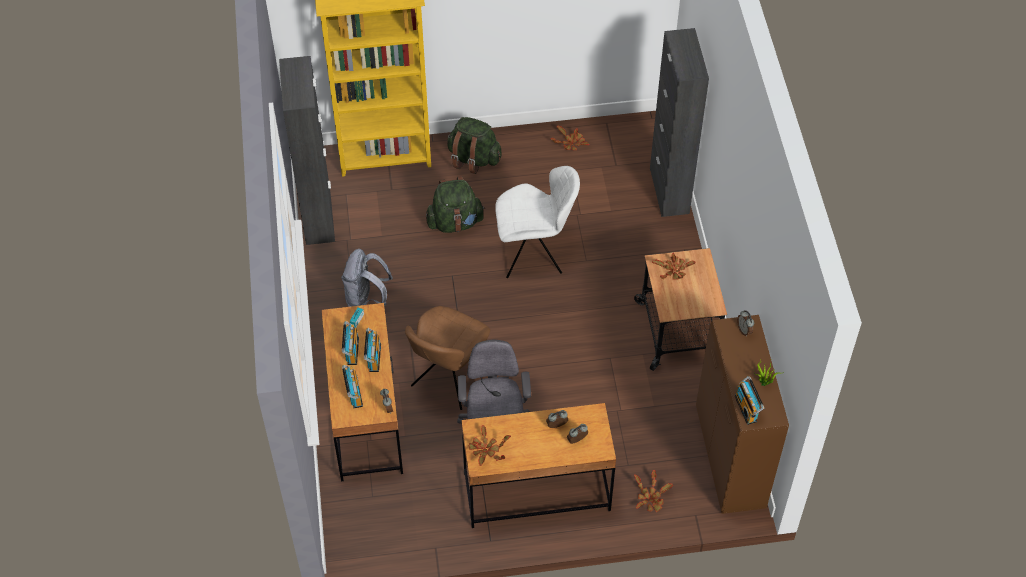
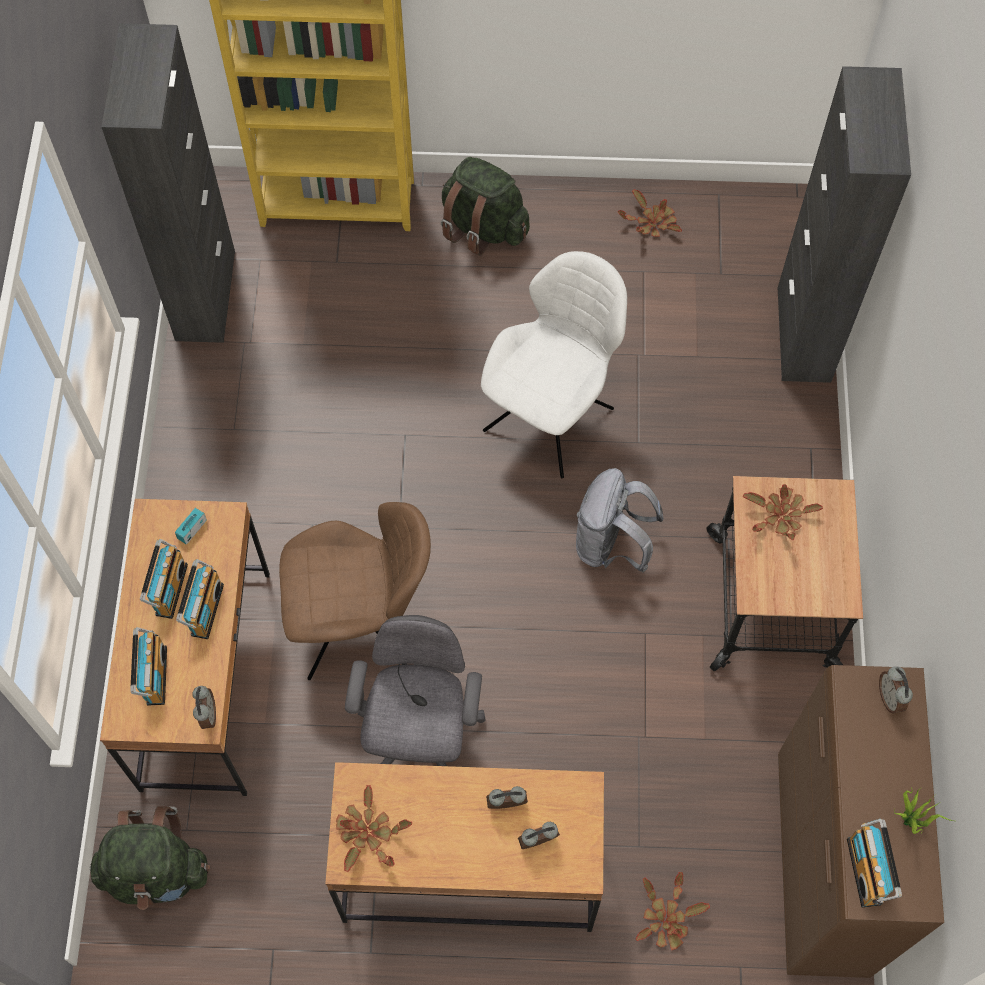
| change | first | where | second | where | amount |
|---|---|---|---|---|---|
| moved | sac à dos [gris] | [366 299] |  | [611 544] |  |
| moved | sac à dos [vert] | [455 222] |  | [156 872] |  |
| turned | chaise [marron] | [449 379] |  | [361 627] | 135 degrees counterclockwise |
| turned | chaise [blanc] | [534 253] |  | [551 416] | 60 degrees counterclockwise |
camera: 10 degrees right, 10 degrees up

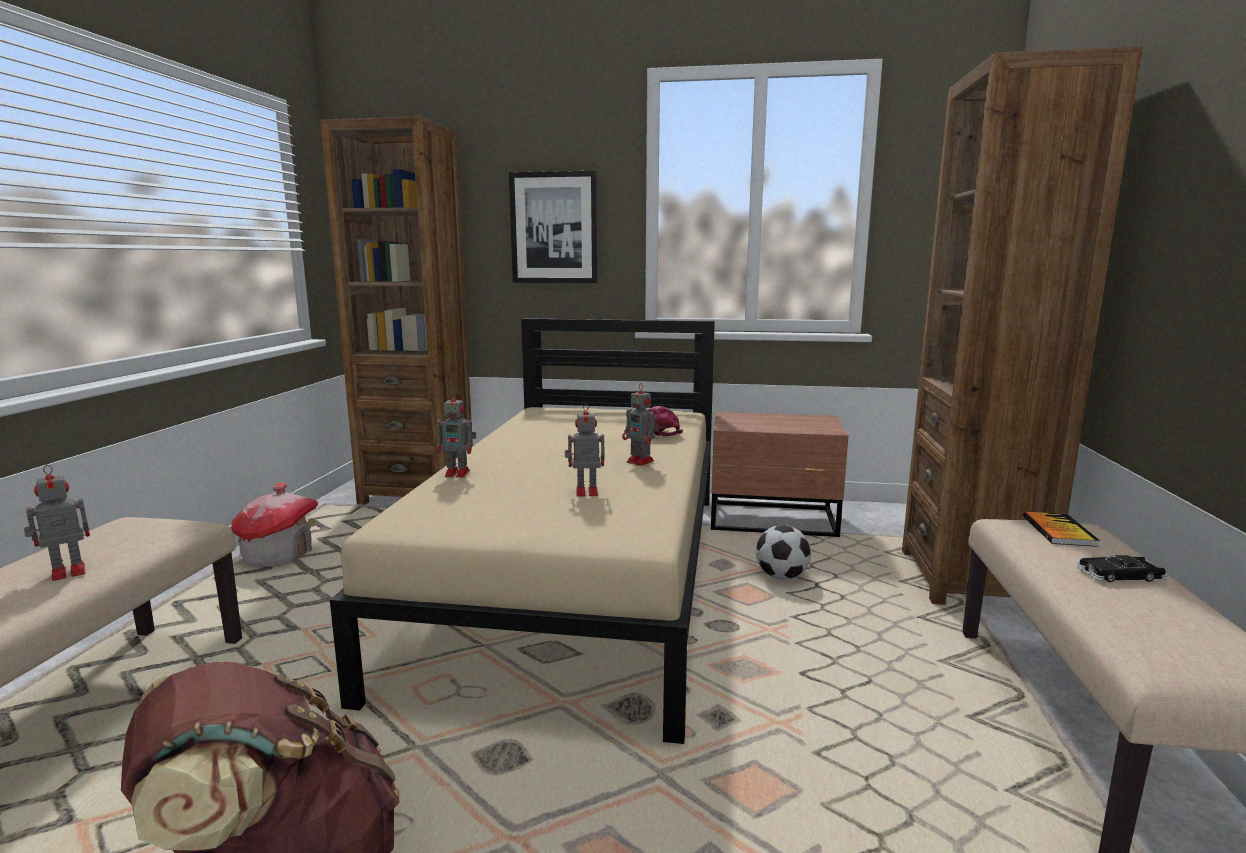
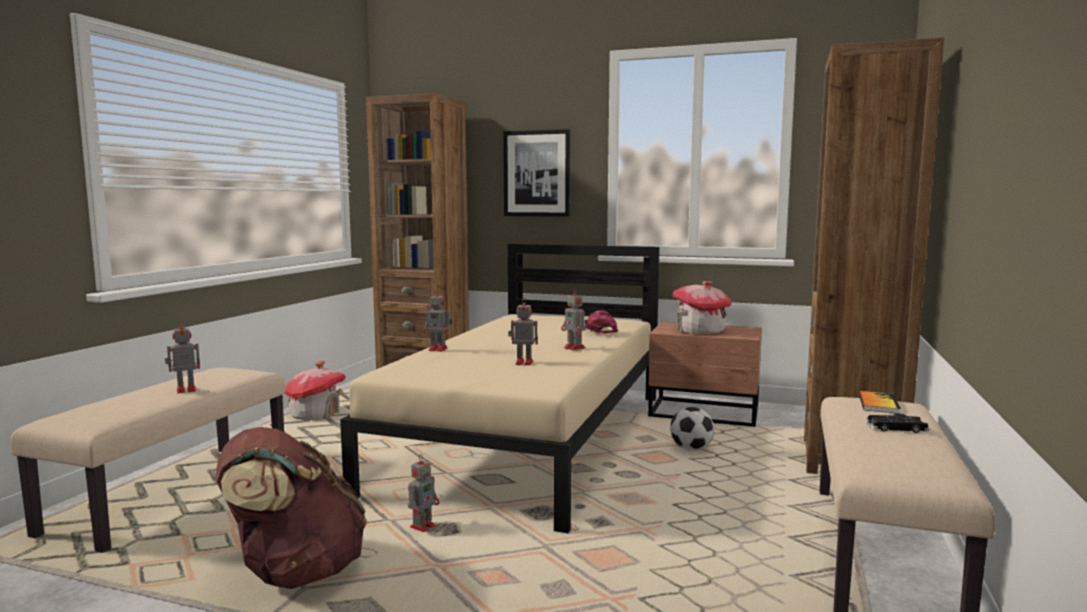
| change | first | where | second | where | amount |
|---|---|---|---|---|---|
| added |  |  | robot jouet | [423 527] |  |
| added |  |  | maison miniature | [700 331] |  |
camera: 10 degrees right, 5 degrees down

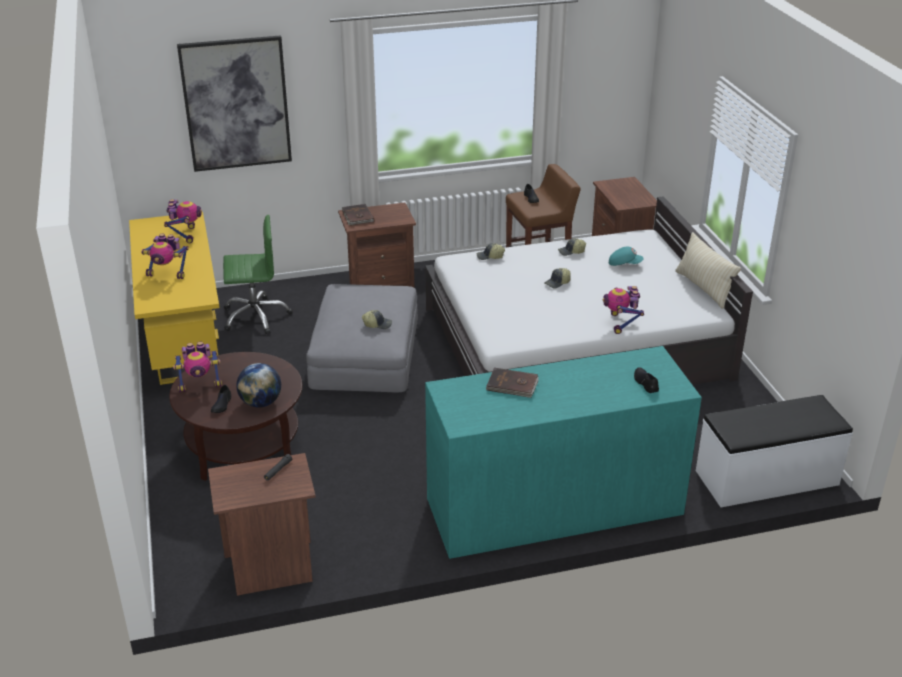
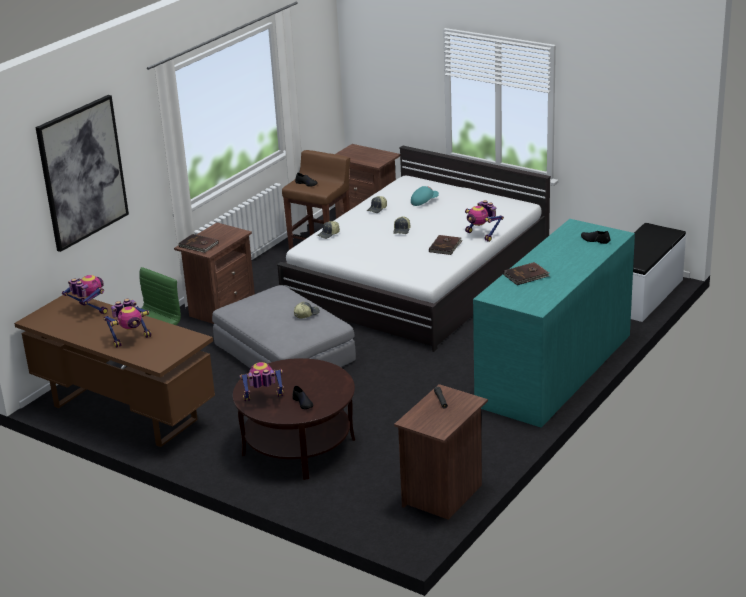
| change | first | where | second | where | amount |
|---|---|---|---|---|---|
| removed | globe | [261 403] |  |  |  |
| removed | coussin [beige] | [703 288] |  |  |  |
| added |  |  | livre [marron] | [445 246] |  |
| recoloured | bureau [jaune] | [183 341] | bureau [marron] | [124 414] |  |
| turned | robot jouet | [200 385] |  | [263 401] | 135 degrees counterclockwise |
camera: 40 degrees left, 5 degrees down

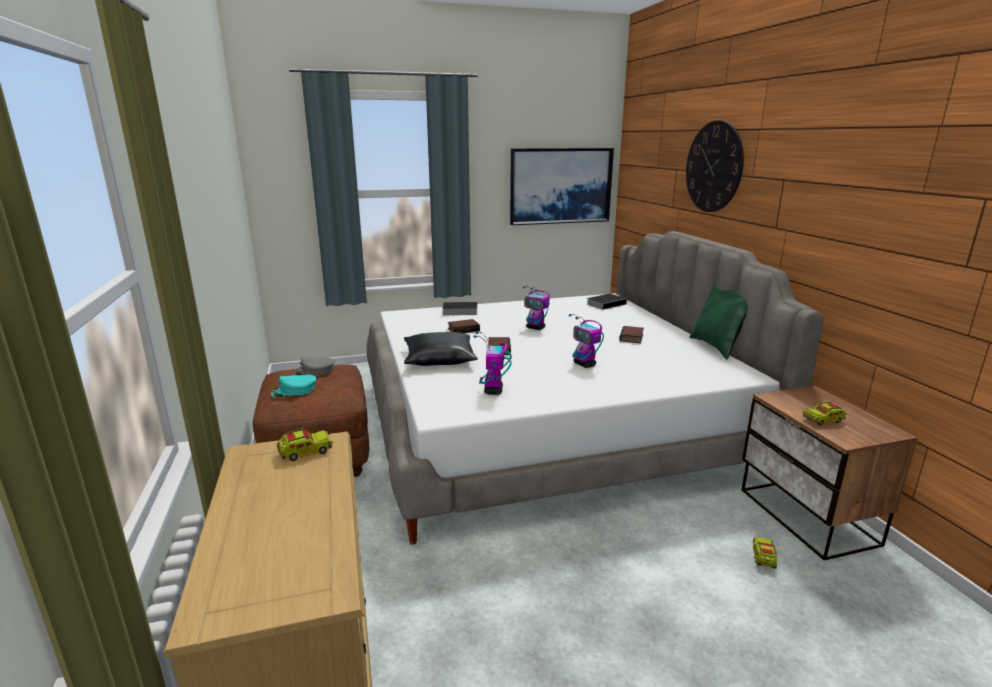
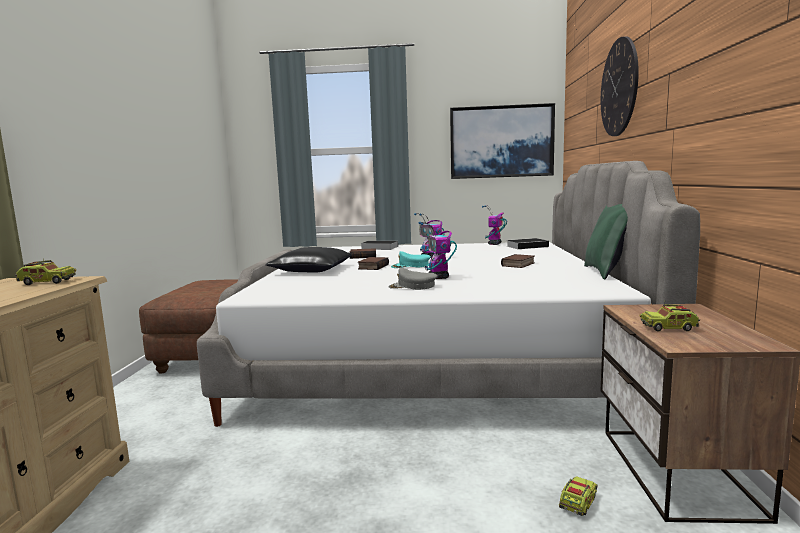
| change | first | where | second | where | amount |
|---|---|---|---|---|---|
| moved | casquette [turquoise] | [294 390] |  | [411 266] |  |
| moved | casquette [gris] | [314 371] |  | [412 286] |  |
| moved | robot jouet | [493 391] |  | [494 244] |  |
camera: 20 degrees right, 10 degrees down

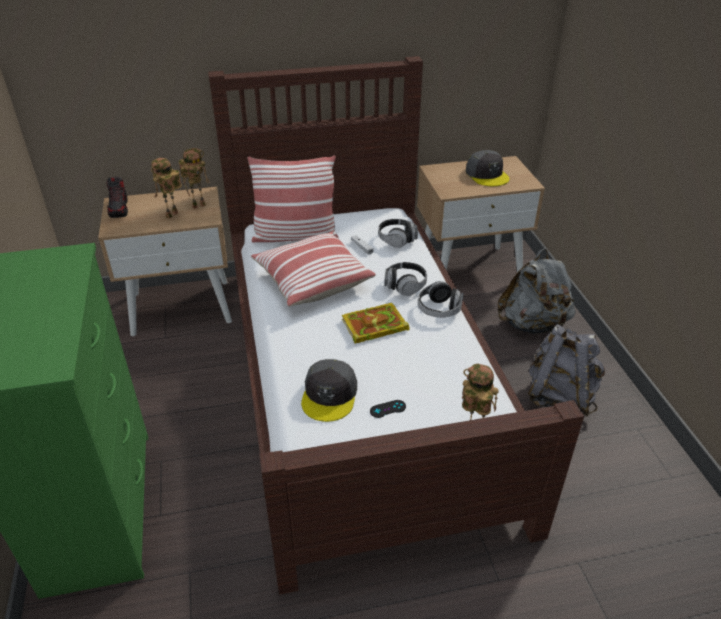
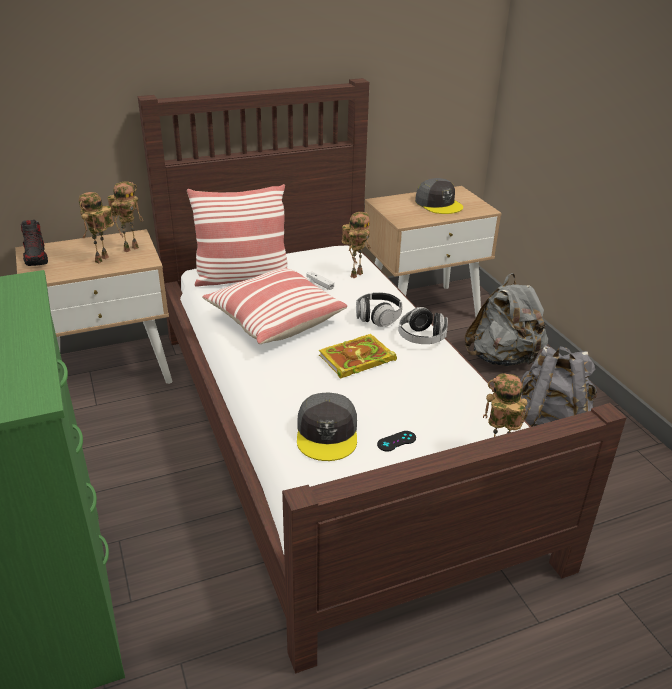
| change | first | where | second | where | amount |
|---|---|---|---|---|---|
| replaced | casque audio | [397 239] | robot jouet | [356 274] |  |
camera: 10 degrees left, 5 degrees down

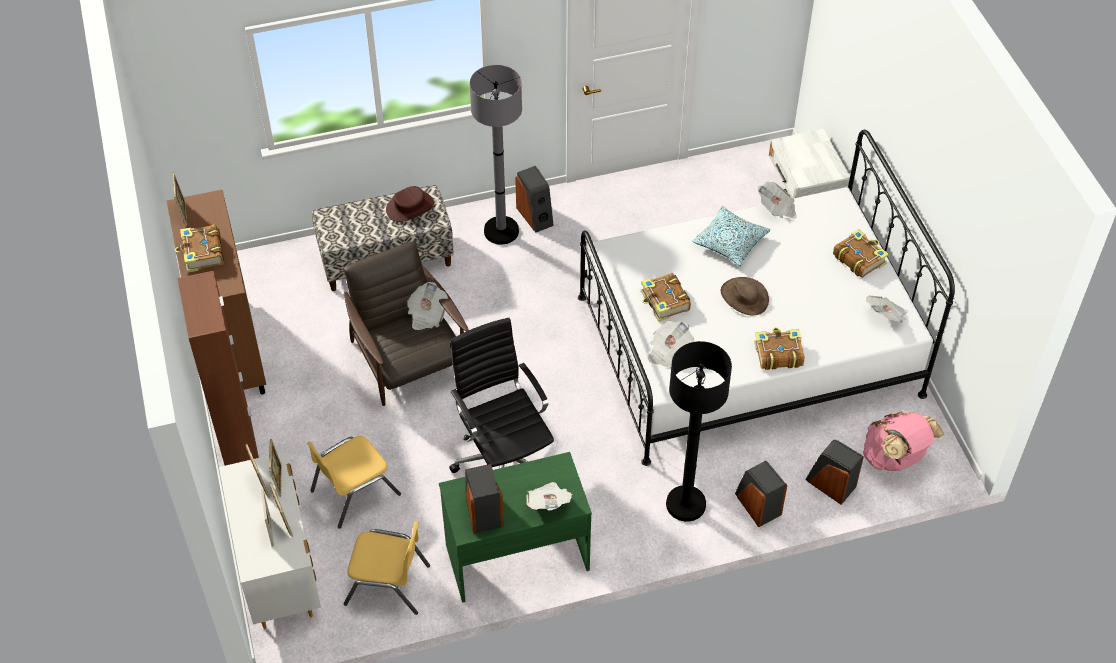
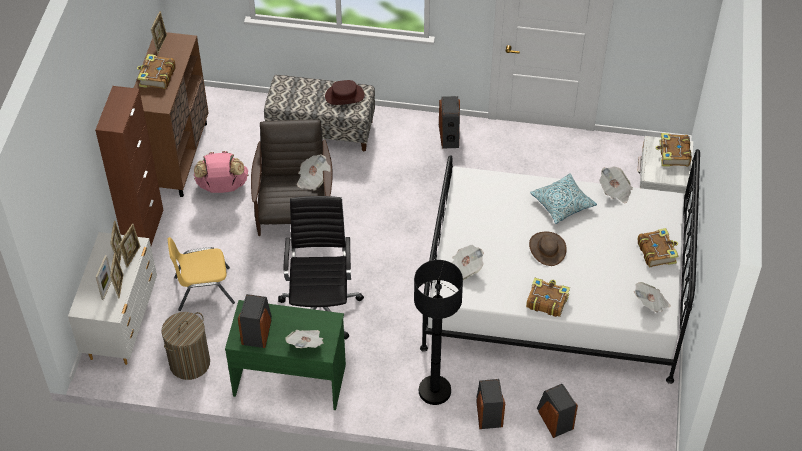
| change | first | where | second | where | amount |
|---|---|---|---|---|---|
| removed | lampadaire [gris] | [501 231] |  |  |  |
| moved | livre | [664 302] |  | [673 154] |  |
| moved | sac à dos [rose] | [894 458] |  | [222 187] |  |
| replaced | chaise [jaune] | [388 584] | panier à linge | [189 363] |  |
camera: 25 degrees right, 0 degrees up

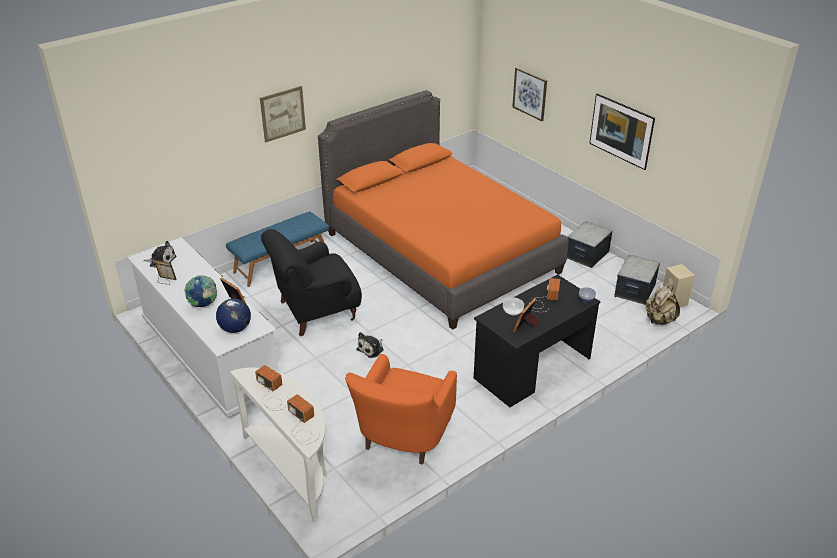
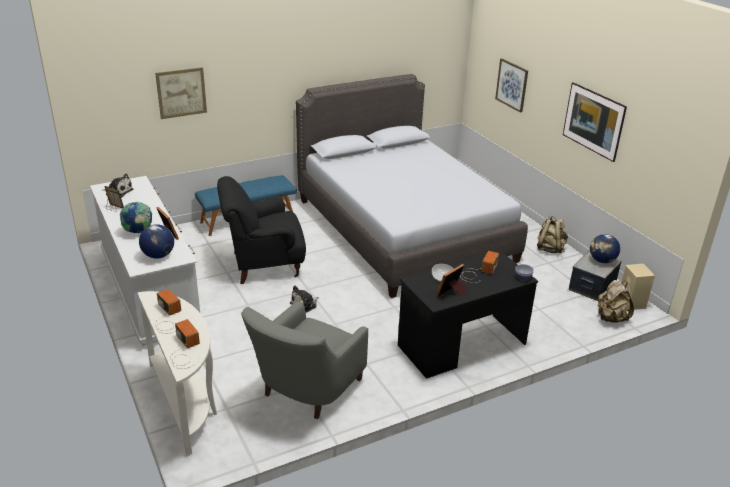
| change | first | where | second | where | amount |
|---|---|---|---|---|---|
| added |  |  | globe | [602 261] |  |
| moved | tableau | [283 113] |  | [181 93] |  |
| replaced | boîte de rangement | [586 255] | sac à dos [beige] | [550 249] |  |
| recoloured | lit [orange] | [440 253] | lit [gris] | [402 230] |  |
| recoloured | fauteuil [orange] | [402 438] | fauteuil [gris] | [305 391] |  |
camera: 10 degrees right, 5 degrees down

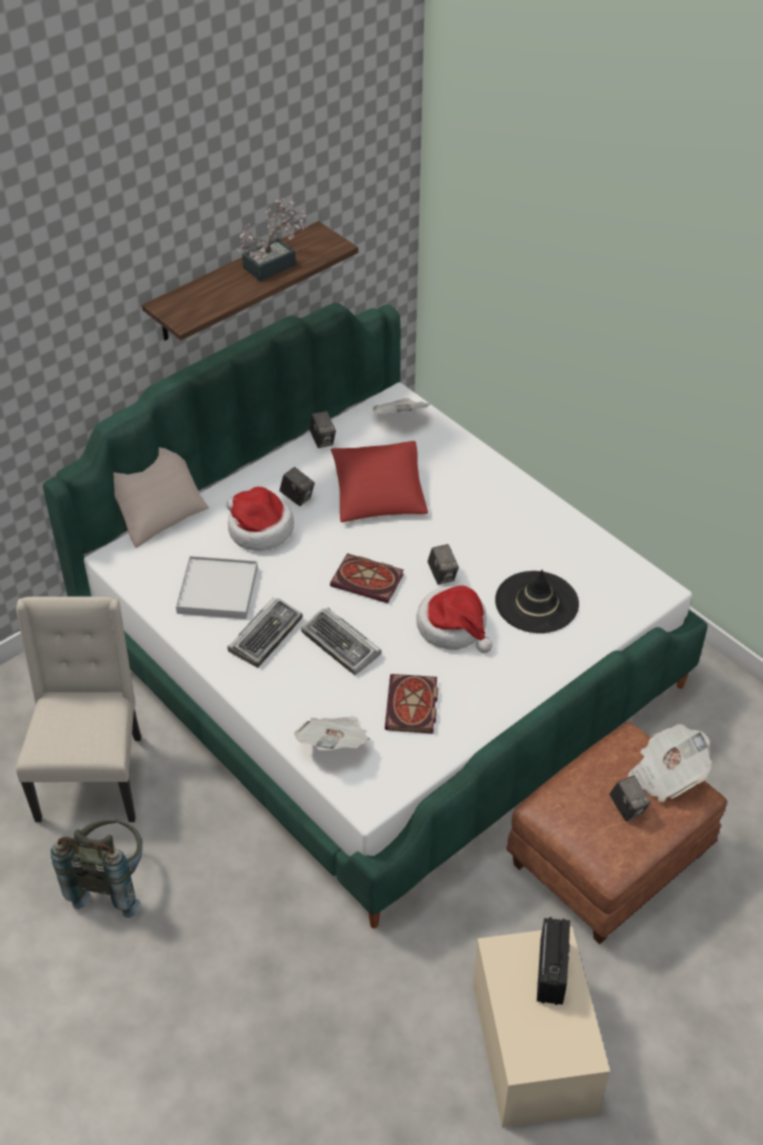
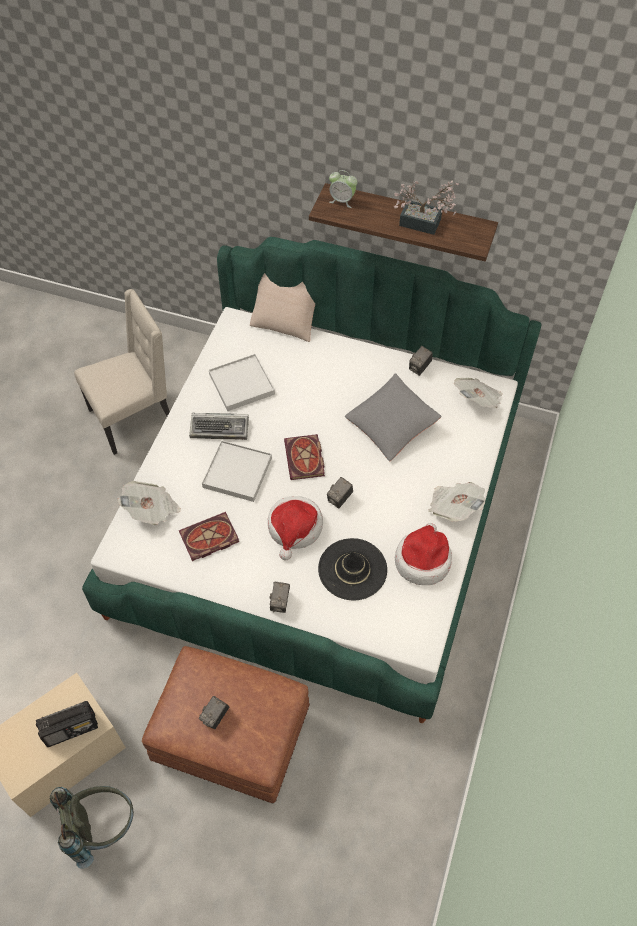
| change | first | where | second | where | amount |
|---|---|---|---|---|---|
| added |  |  | réveil | [342 200] |  |
| moved | sac à dos [gris] | [110 882] |  | [102 827] |  |
| moved | chapeau | [259 529] |  | [422 560] |  |
| moved | appareil photo | [297 497] |  | [280 603] |  |
| moved | journal | [666 775] |  | [454 507] |  |
| replaced | clavier | [342 645] | plateau [blanc] | [237 473] |  |
| recoloured | coussin [rouge] | [378 494] | coussin [gris] | [391 425] |  |
camera: 60 degrees right, 10 degrees up

